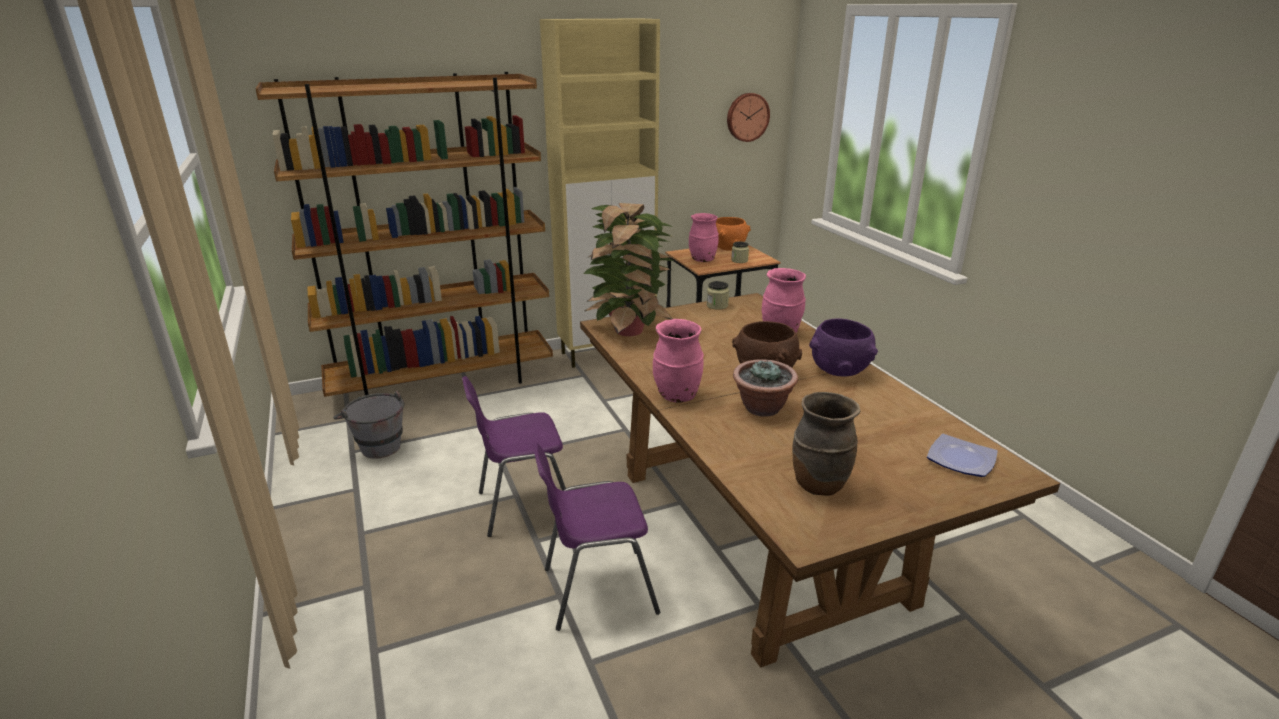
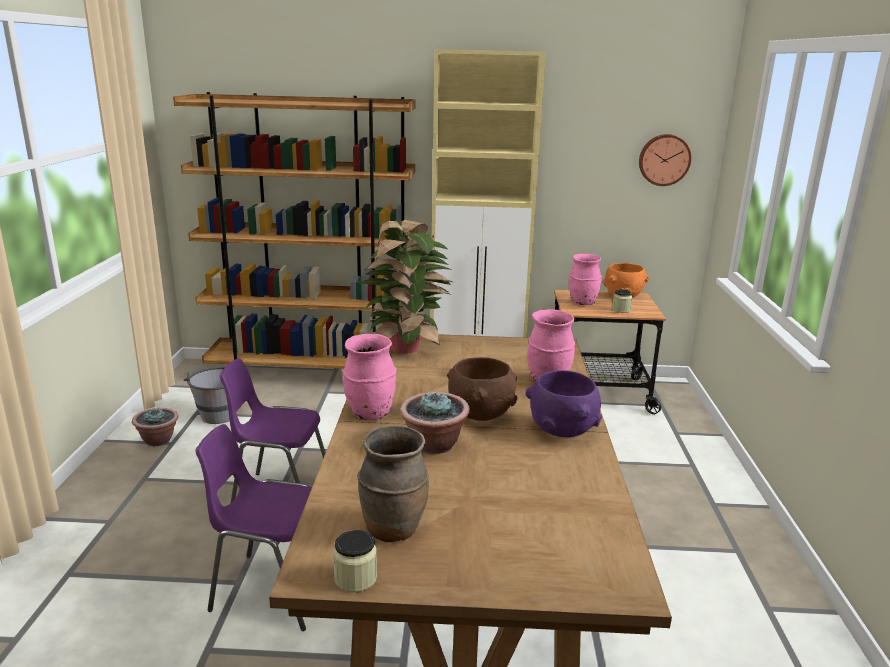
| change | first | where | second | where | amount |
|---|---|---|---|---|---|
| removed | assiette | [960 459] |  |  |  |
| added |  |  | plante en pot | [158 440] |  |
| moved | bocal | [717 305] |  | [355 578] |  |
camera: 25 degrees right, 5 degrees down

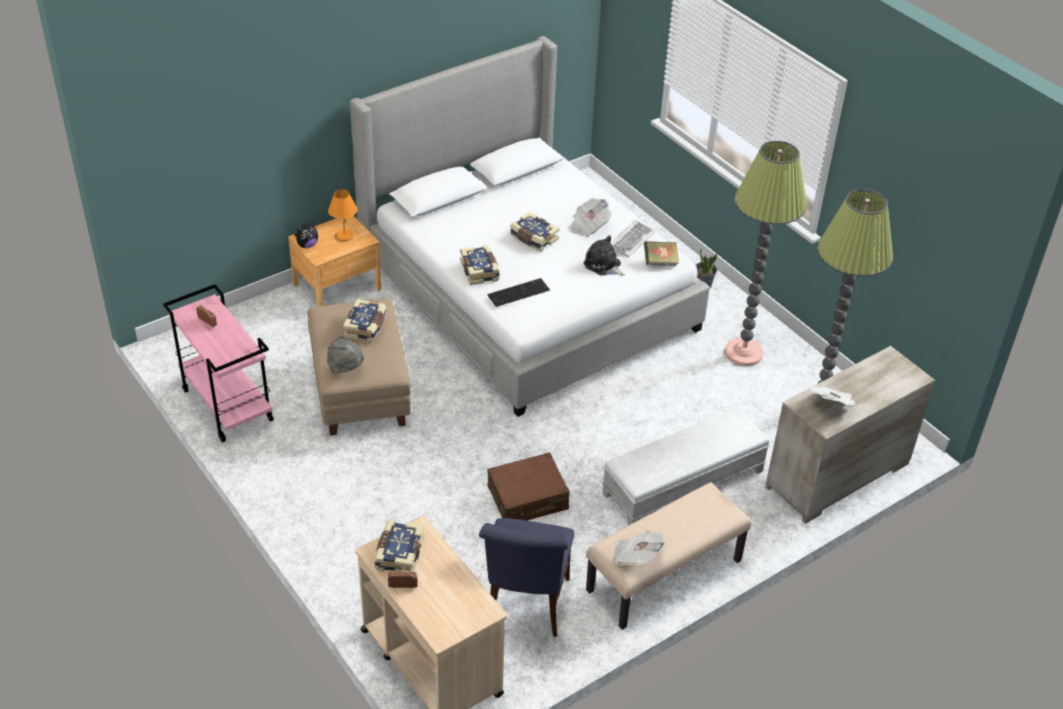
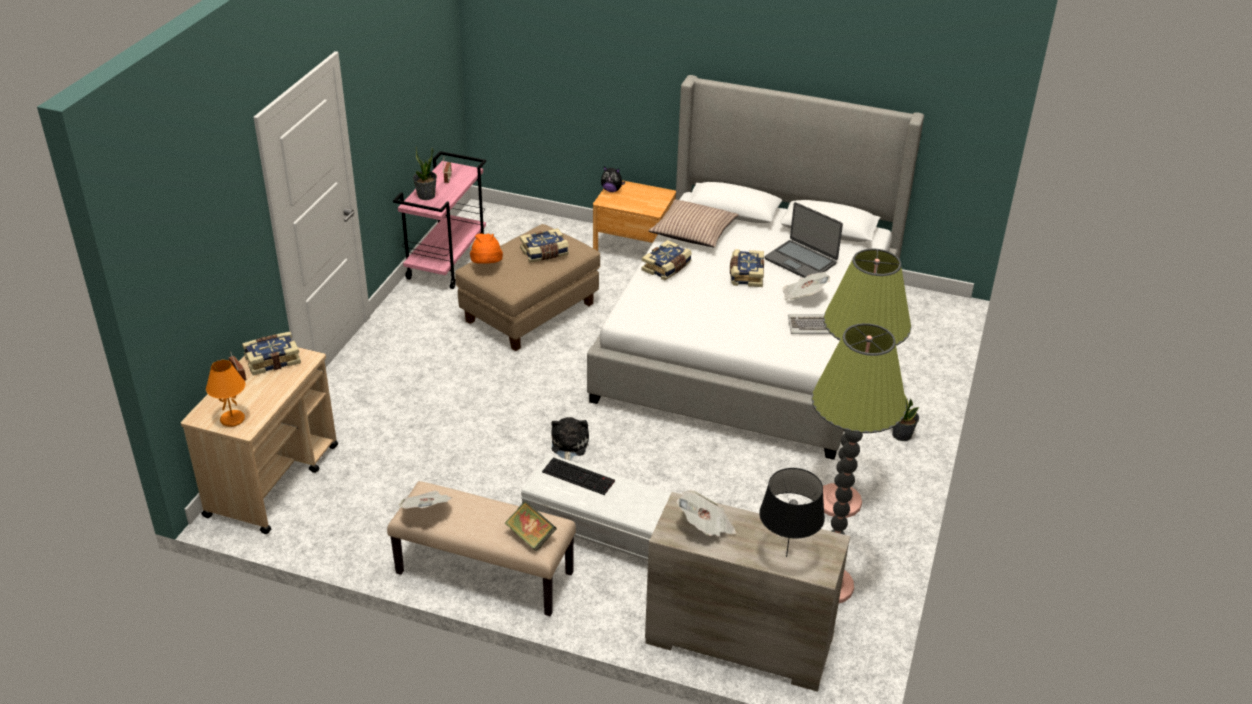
| change | first | where | second | where | amount |
|---|---|---|---|---|---|
| removed | chaise [bleu] | [525 606] |  |  |  |
| removed | valise [marron] | [528 498] |  |  |  |
| added |  |  | plante en pot | [426 196] |  |
| added |  |  | coussin | [693 232] |  |
| added |  |  | lampe de table [noir] | [786 556] |  |
| added |  |  | ordinateur portable | [801 261] |  |
| moved | lampe de table [orange] | [344 236] |  | [232 419] |  |
| moved | clavier | [519 292] |  | [579 476] |  |
| moved | peluche | [603 265] |  | [568 446] |  |
| moved | livre | [660 262] |  | [530 536] |  |
| recoloured | chapeau [gris] | [346 368] | chapeau [orange] | [486 265] |  |
camera: 55 degrees right, 5 degrees down

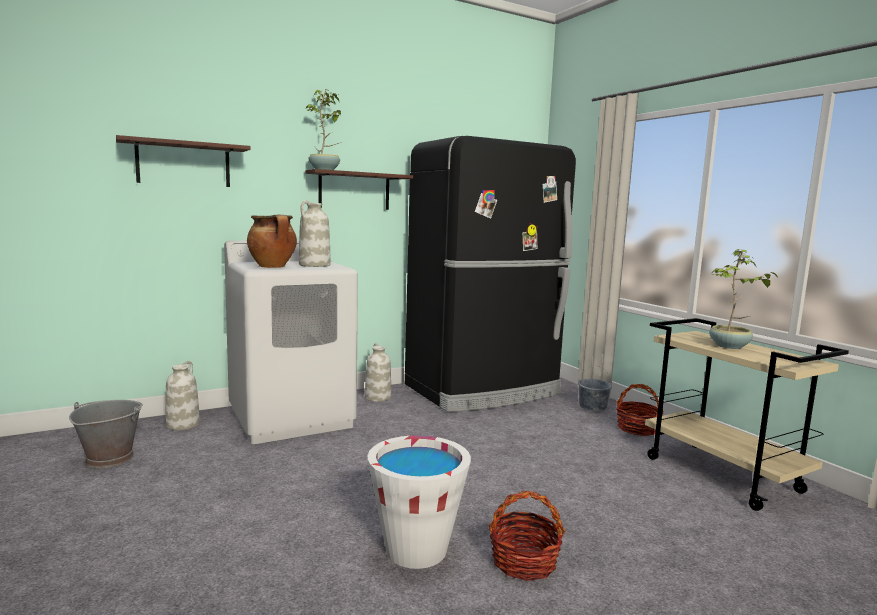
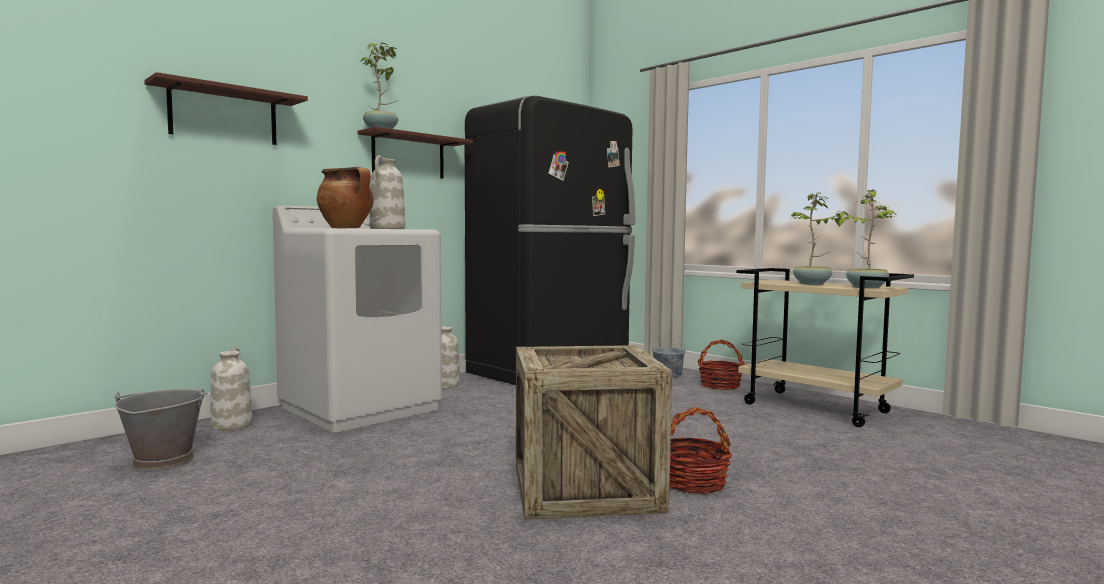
| change | first | where | second | where | amount |
|---|---|---|---|---|---|
| added |  |  | plante en pot | [866 287] |  |
| replaced | seau [blanc] | [416 549] | caisse | [585 487] |  |
camera: 15 degrees left, 5 degrees down

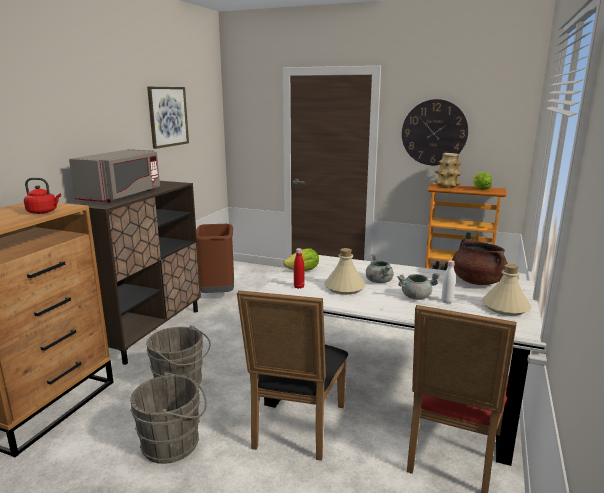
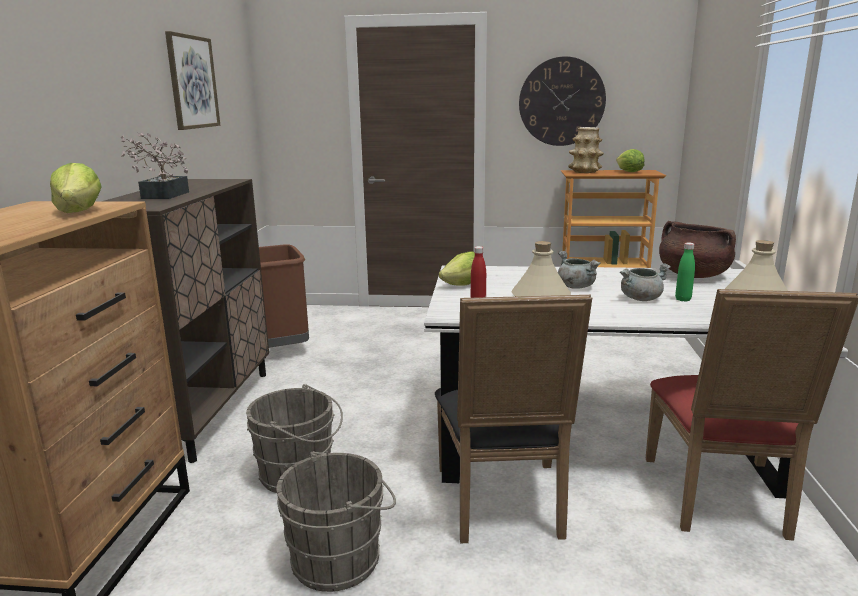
| change | first | where | second | where | amount |
|---|---|---|---|---|---|
| replaced | bouilloire [rouge] | [43 212] | laitue | [79 211] |  |
| replaced | micro-ondes [gris] | [122 196] | plante en pot | [162 196] |  |
| recoloured | bouteille [blanc] | [447 301] | bouteille [vert] | [683 299] |  |
camera: 15 degrees left, 0 degrees up

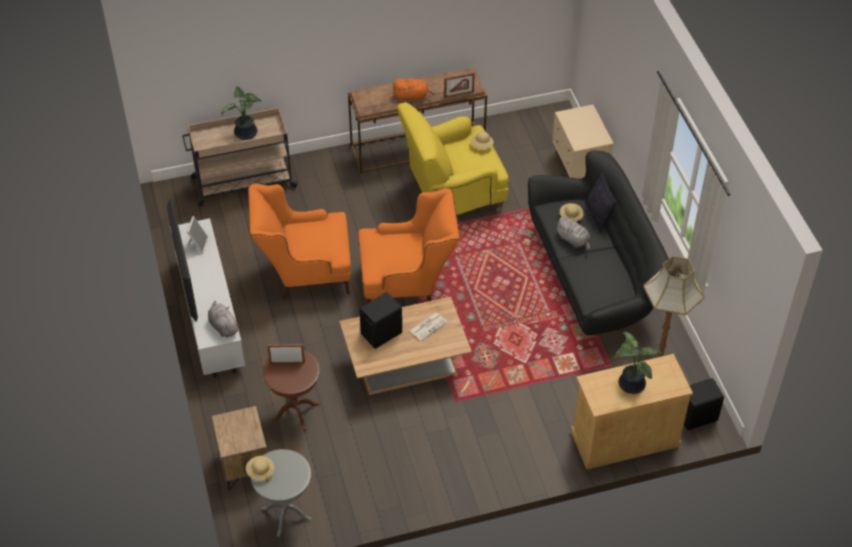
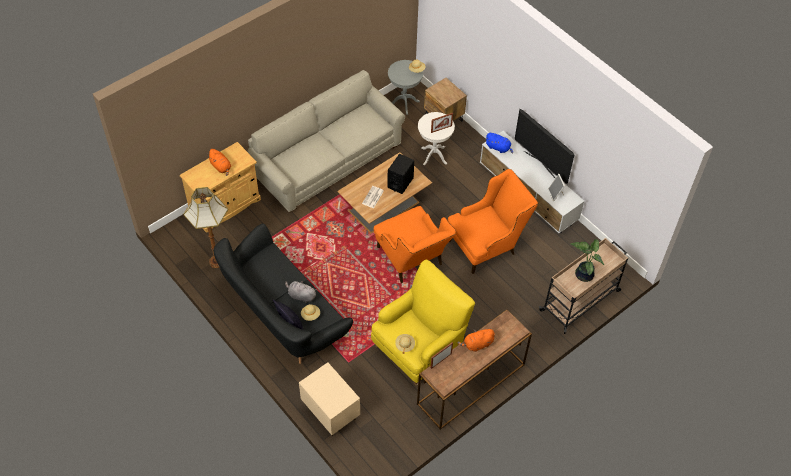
| change | first | where | second | where | amount |
|---|---|---|---|---|---|
| removed | enceinte [noir] | [697 416] |  |  |  |
| added |  |  | canapé [beige] | [327 160] |  |
| replaced | plante en pot | [629 384] | peluche [orange] | [221 167] |  |
| recoloured | peluche [gris] | [223 326] | peluche [bleu] | [498 148] |  |
| recoloured | table d'appoint [marron] | [295 412] | table d'appoint [blanc] | [434 155] |  |
| turned | fauteuil [orange] | [408 285] |  | [412 261] | 90 degrees counterclockwise |
camera: 155 degrees right, 5 degrees up

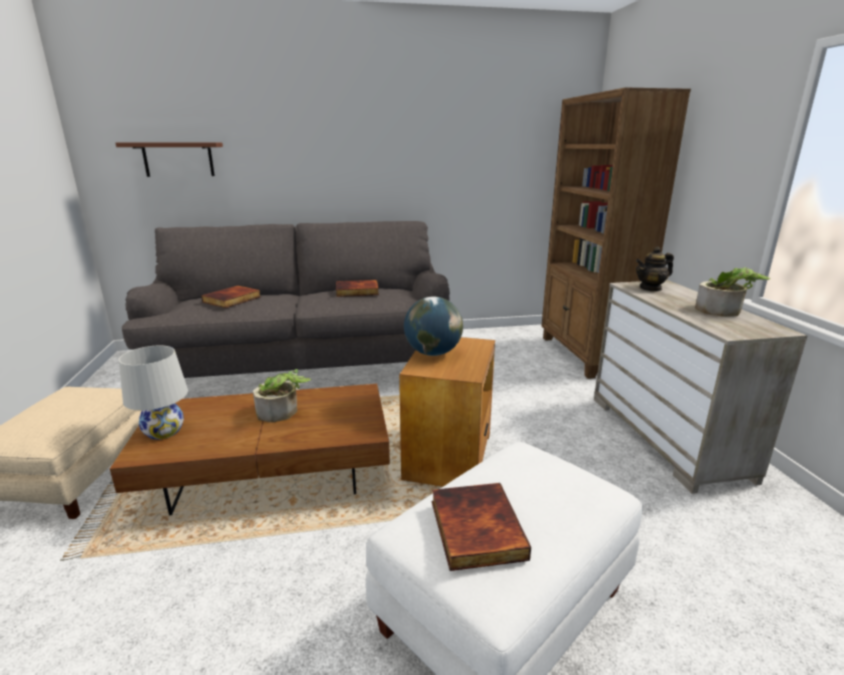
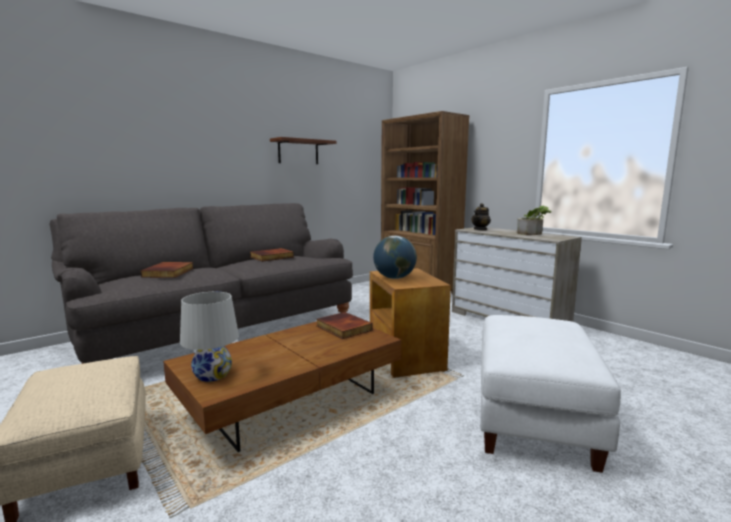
| change | first | where | second | where | amount |
|---|---|---|---|---|---|
| removed | plante en pot | [282 412] |  |  |  |
| moved | étagère [marron] | [178 159] |  | [298 152] |  |
| moved | livre | [474 528] |  | [342 328] |  |
camera: 30 degrees left, 10 degrees down

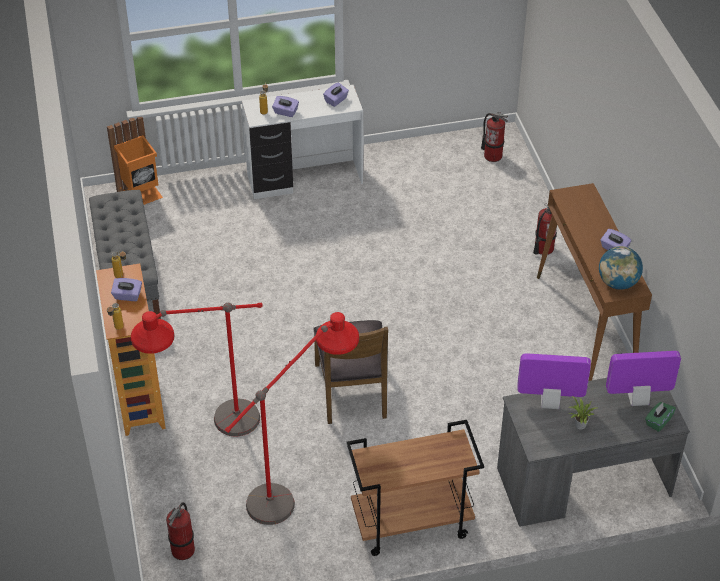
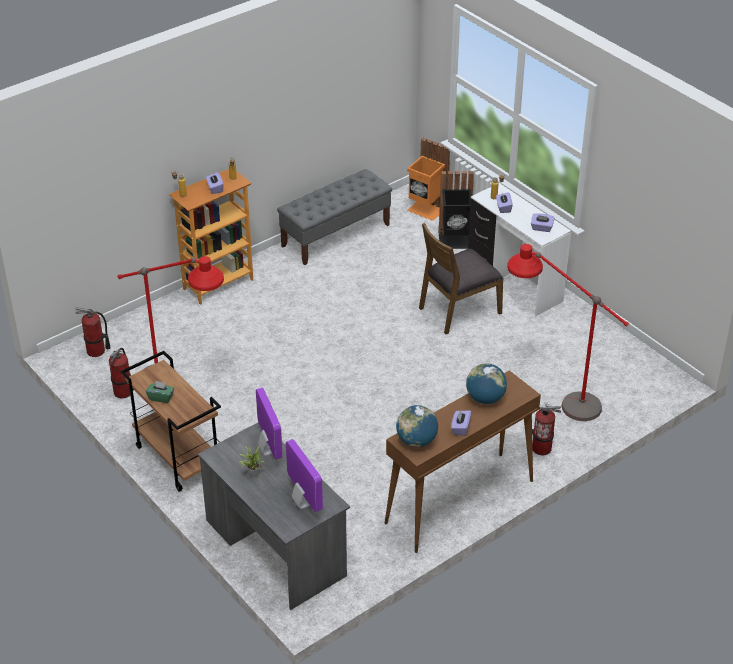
| change | first | where | second | where | amount |
|---|---|---|---|---|---|
| added |  |  | poubelle [noir] | [455 241] |  |
| added |  |  | globe | [485 398] |  |
| moved | lampadaire [rouge] | [210 435] |  | [554 399] |  |
| moved | chaise [marron] | [352 390] |  | [458 310] |  |
| moved | extincteur | [493 156] |  | [123 392] |  |
| moved | boîte à mouchoirs [vert] | [658 421] |  | [161 397] |  |
camera: 65 degrees right, 5 degrees down

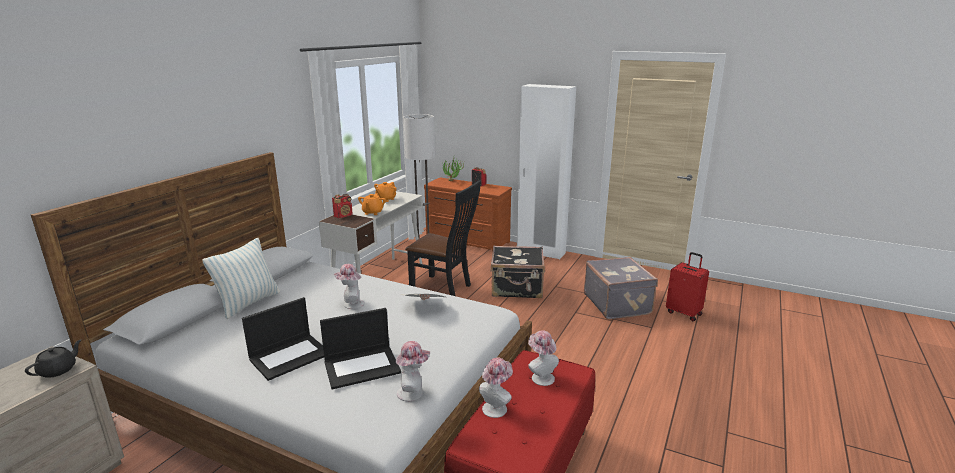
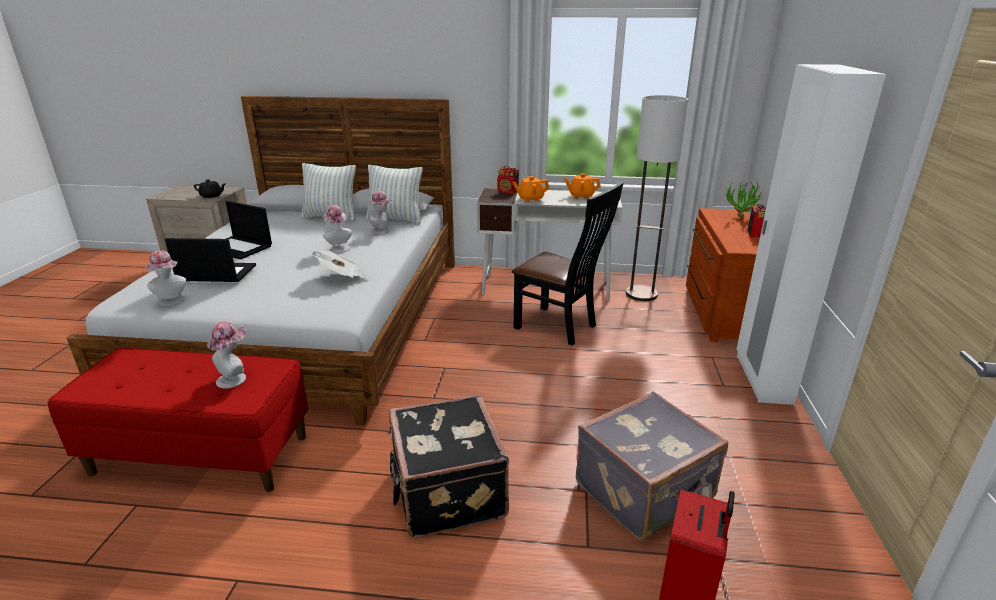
| change | first | where | second | where | amount |
|---|---|---|---|---|---|
| added |  |  | coussin | [395 219] |  |
| moved | chapeau | [496 407] |  | [382 231] |  |
| moved | valise [noir] | [517 288] |  | [446 492] |  |
| turned | ordinateur portable | [362 366] |  | [216 273] | 135 degrees clockwise |
| turned | chaise [noir] | [444 288] |  | [560 327] | 60 degrees counterclockwise |
camera: 70 degrees right, 5 degrees up

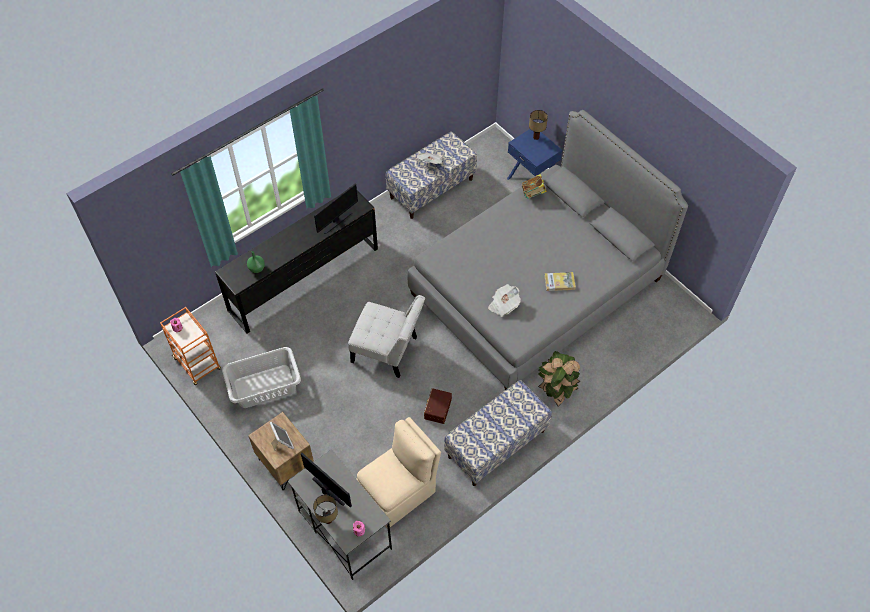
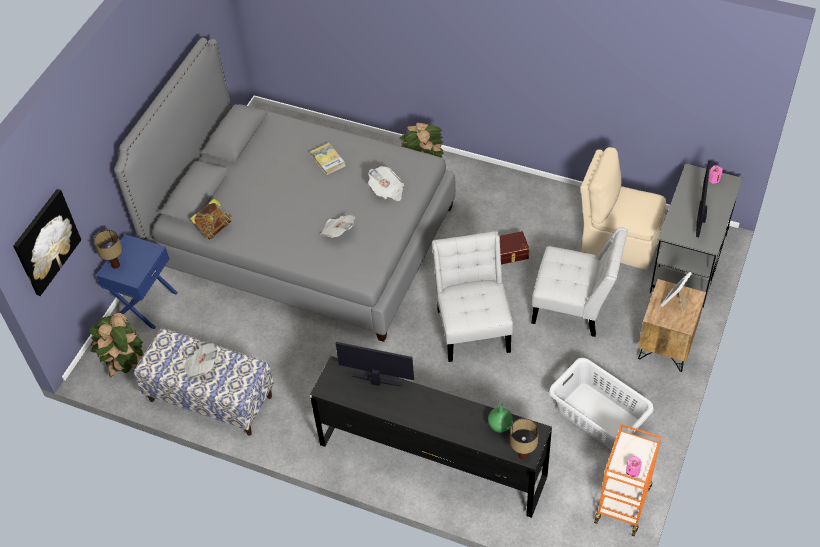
| change | first | where | second | where | amount |
|---|---|---|---|---|---|
| removed | banc | [496 444] |  |  |  |
| added |  |  | tableau | [46 242] |  |
| added |  |  | plante en pot | [125 365] |  |
| added |  |  | journal | [338 232] |  |
| added |  |  | chaise [blanc] | [574 307] |  |
| moved | lampe de table | [327 520] |  | [523 455] |  |
camera: 115 degrees left, 5 degrees down

